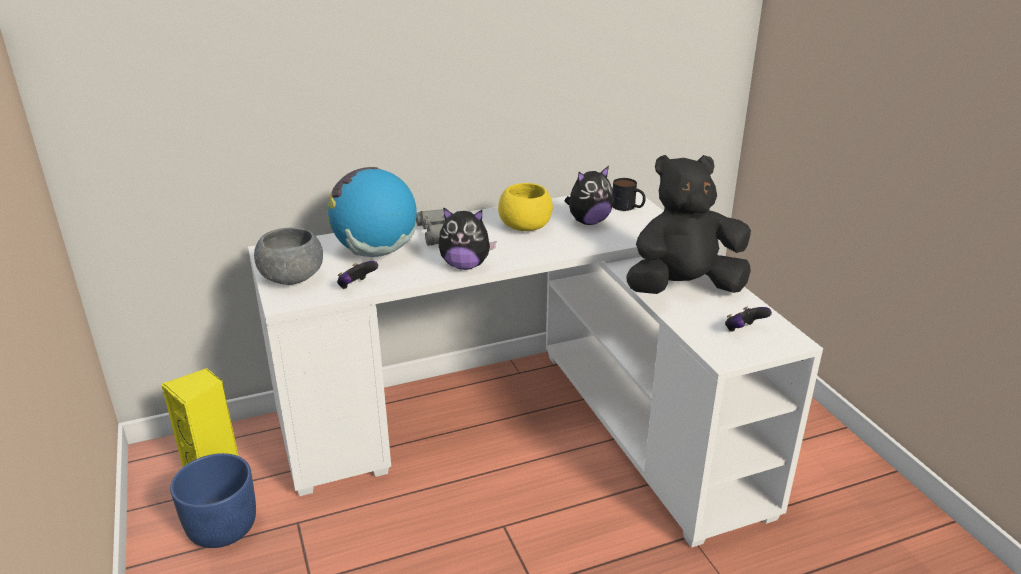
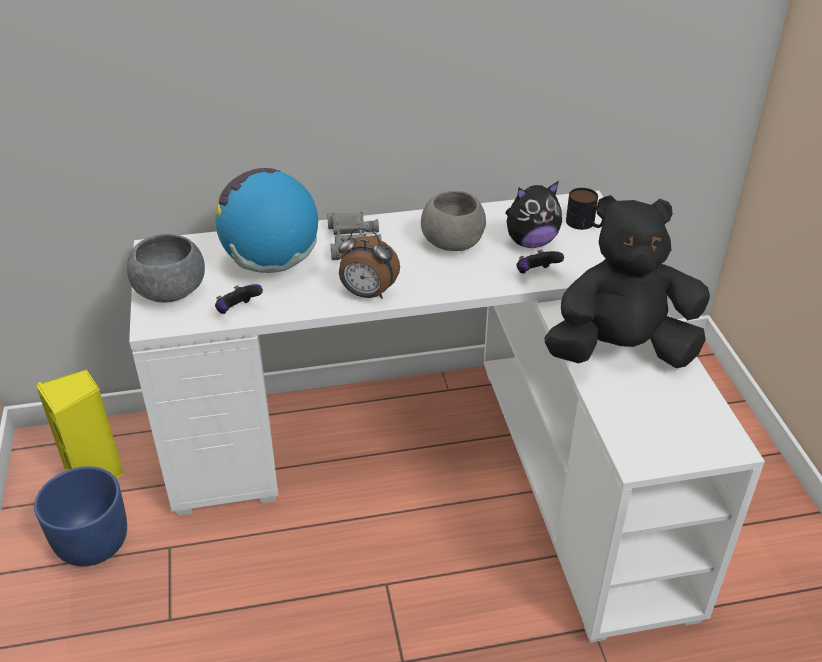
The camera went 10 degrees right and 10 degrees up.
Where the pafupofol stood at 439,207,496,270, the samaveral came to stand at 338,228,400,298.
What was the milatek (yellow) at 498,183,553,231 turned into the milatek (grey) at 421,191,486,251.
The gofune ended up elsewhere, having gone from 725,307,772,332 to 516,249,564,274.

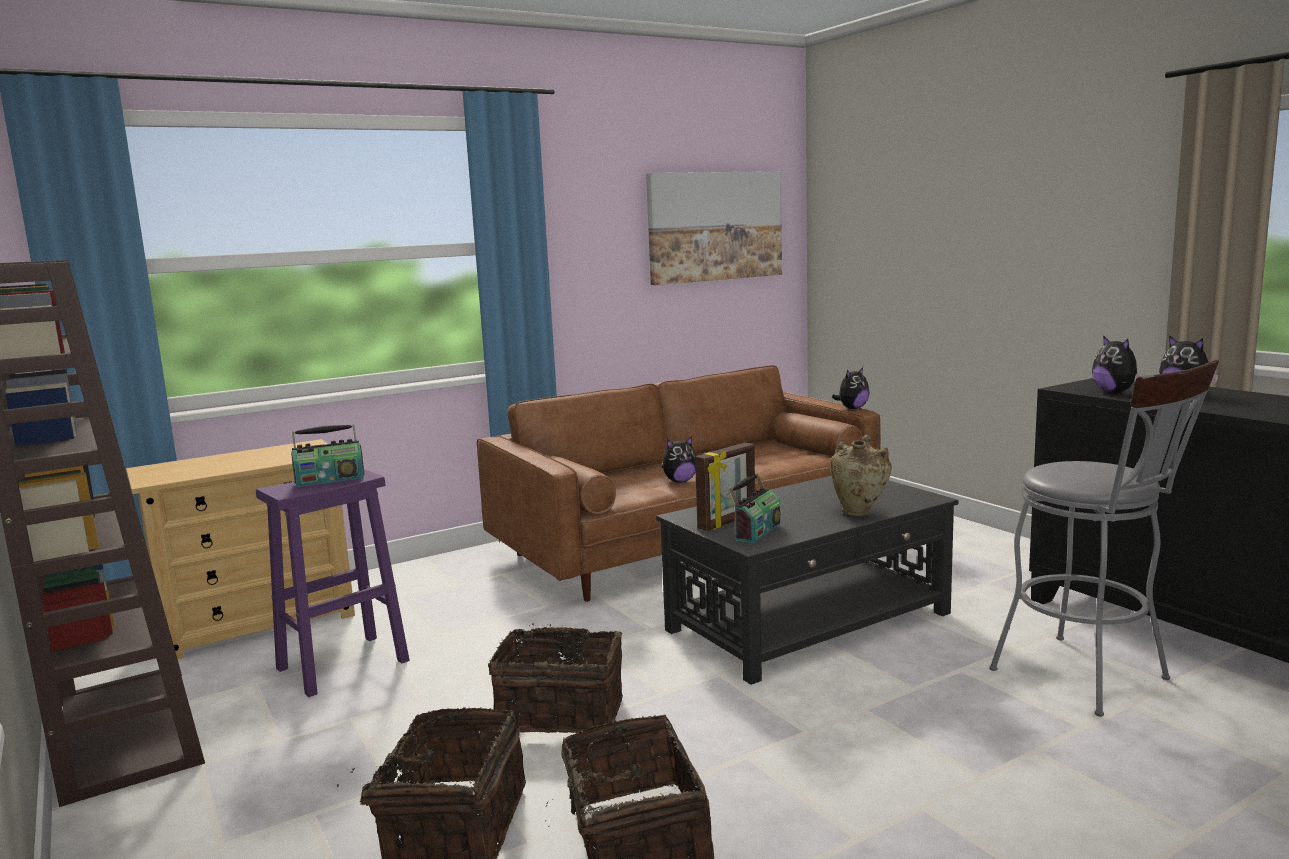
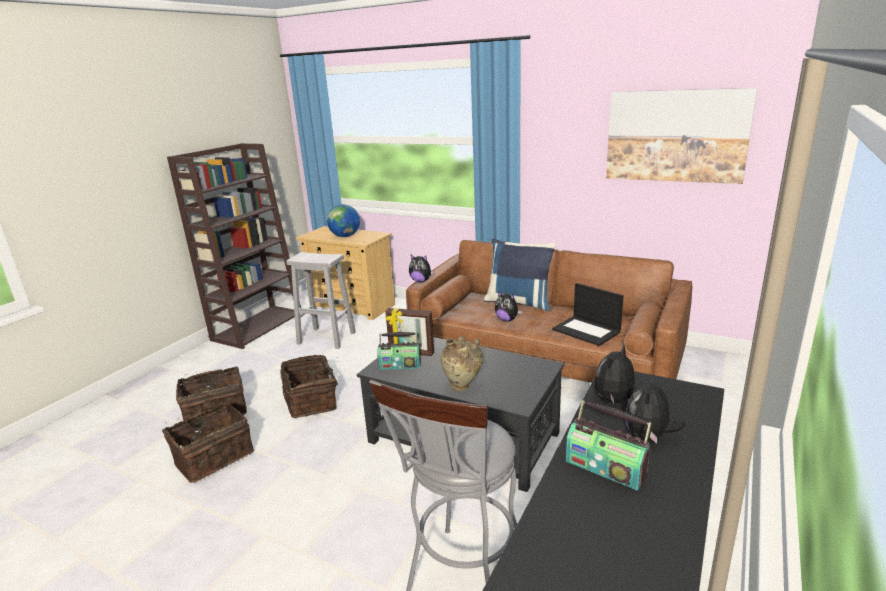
The camera went 60 degrees right and 10 degrees up.
What was the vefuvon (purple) at 256,469,409,697 turned into the vefuvon (white) at 286,252,356,349.
The second view gained the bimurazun at 327,204,360,237.
The pafupofol ended up elsewhere, having gone from 832,367,870,409 to 409,255,435,282.
The second view gained the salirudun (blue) at 483,239,556,311.
The second view gained the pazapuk at 552,283,624,346.
The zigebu ended up elsewhere, having gone from 291,424,364,487 to 566,400,651,491.

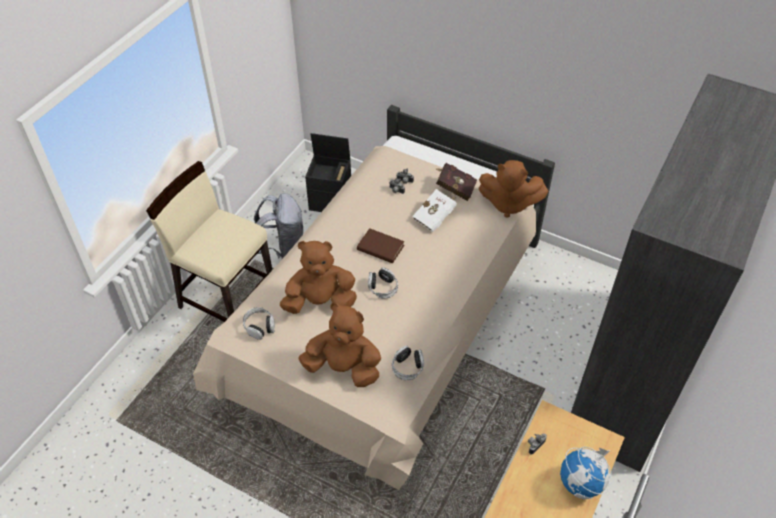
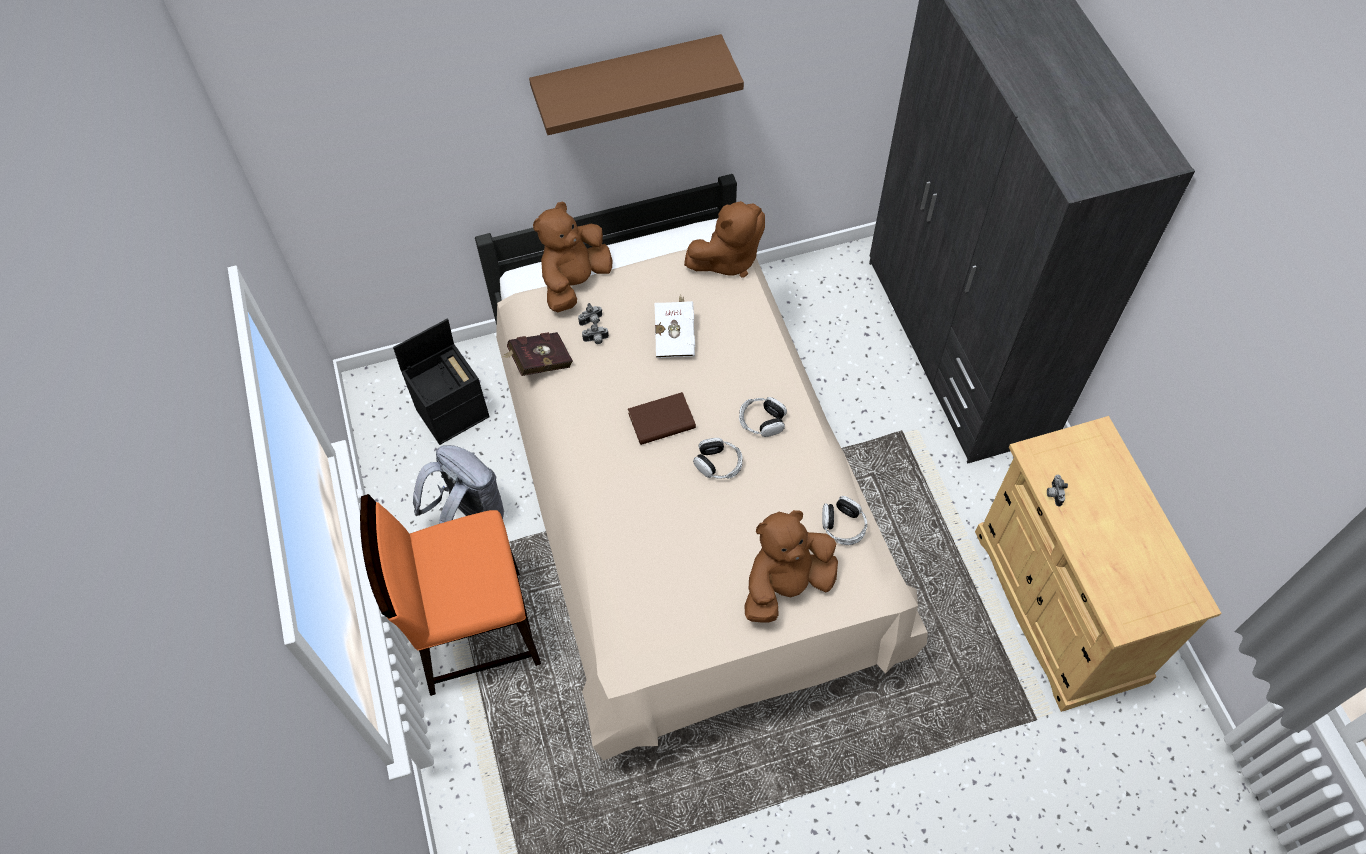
The camera went 45 degrees left and 10 degrees up.
What was the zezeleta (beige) at 146,161,272,322 turned into the zezeleta (orange) at 360,494,541,696.
The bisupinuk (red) ended up elsewhere, having gone from 435,163,477,201 to 502,332,573,376.
The second view gained the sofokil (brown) at 529,34,744,135.
The pafupofol (brown) ended up elsewhere, having gone from 280,241,357,314 to 533,202,613,313.
The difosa ended up elsewhere, having gone from 243,307,275,340 to 739,397,787,437.
The second view lost the bimurazun at 560,447,611,499.

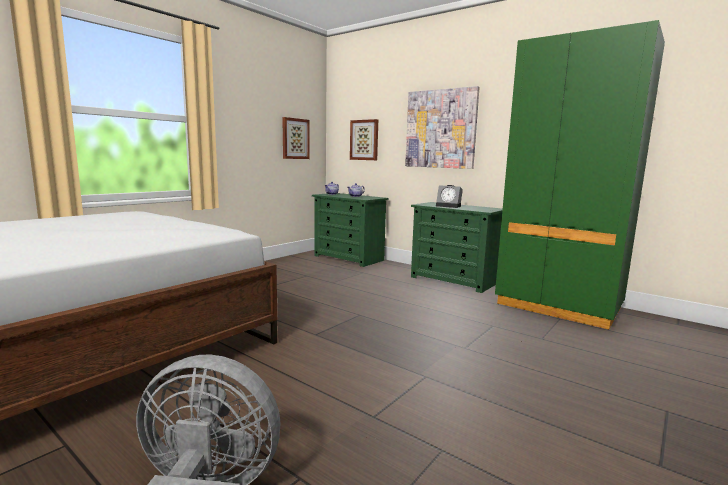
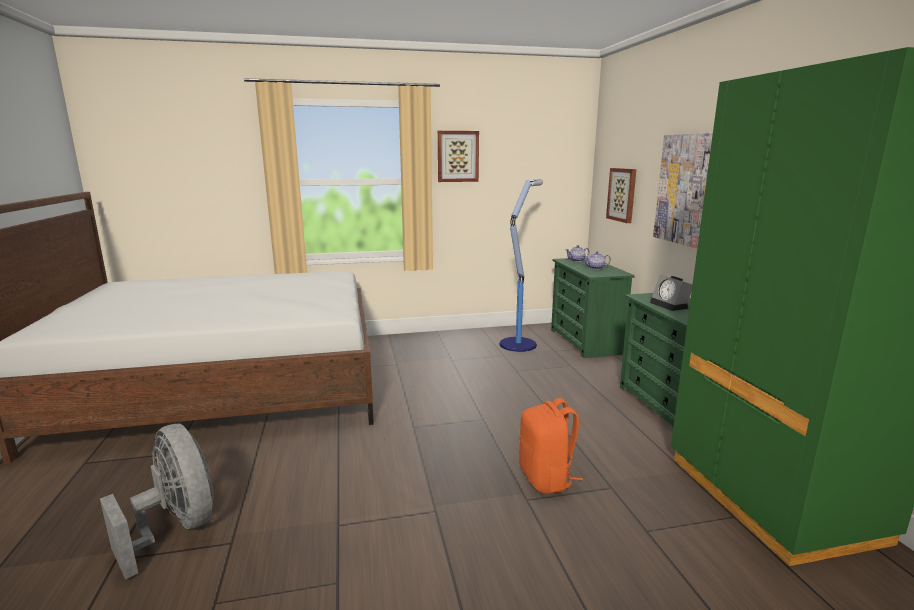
The camera went 40 degrees right and 5 degrees up.
The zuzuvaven ended up elsewhere, having gone from 282,117,309,159 to 438,131,479,182.
The second view gained the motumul at 499,179,543,352.
The second view gained the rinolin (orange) at 519,398,583,494.

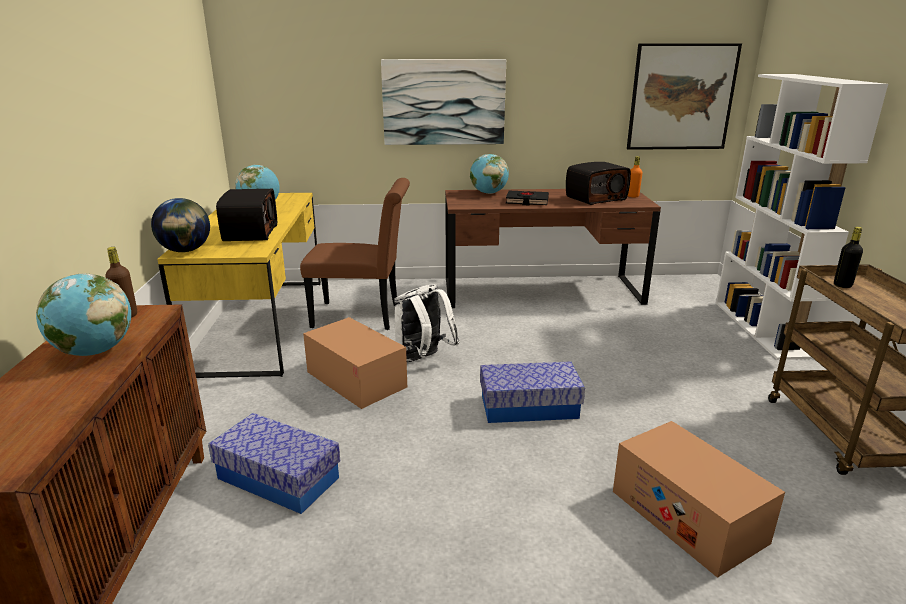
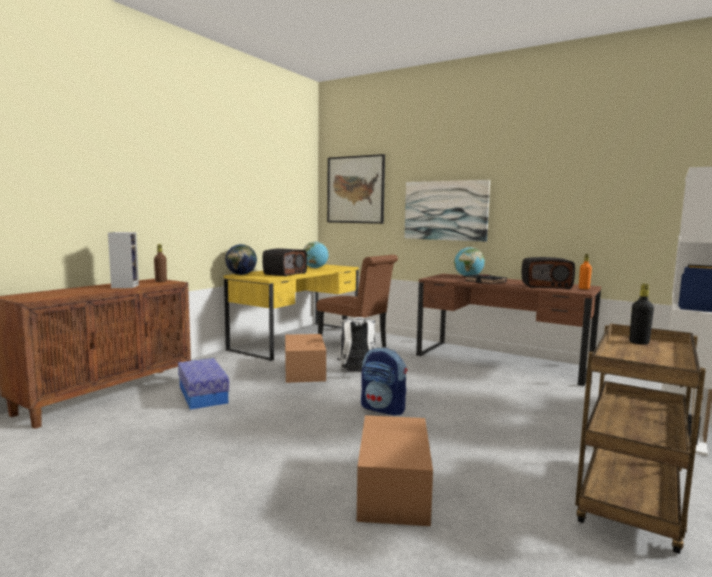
The camera went 35 degrees right and 15 degrees down.
Where the bimurazun stood at 36,274,131,356, the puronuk came to stand at 108,232,139,288.
The zuzuvaven ended up elsewhere, having gone from 627,43,742,150 to 327,154,385,224.
Where the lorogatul stood at 480,362,585,423, the rinolin came to stand at 361,347,407,416.

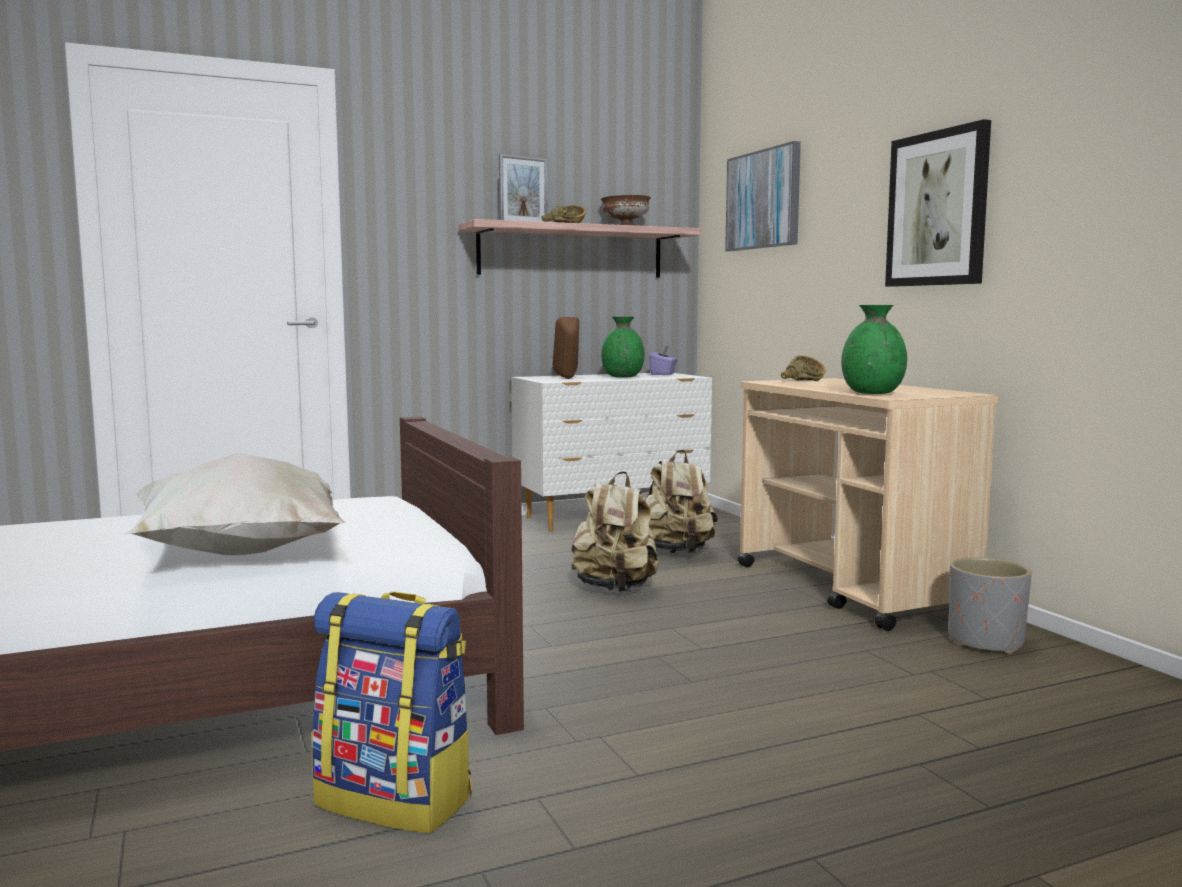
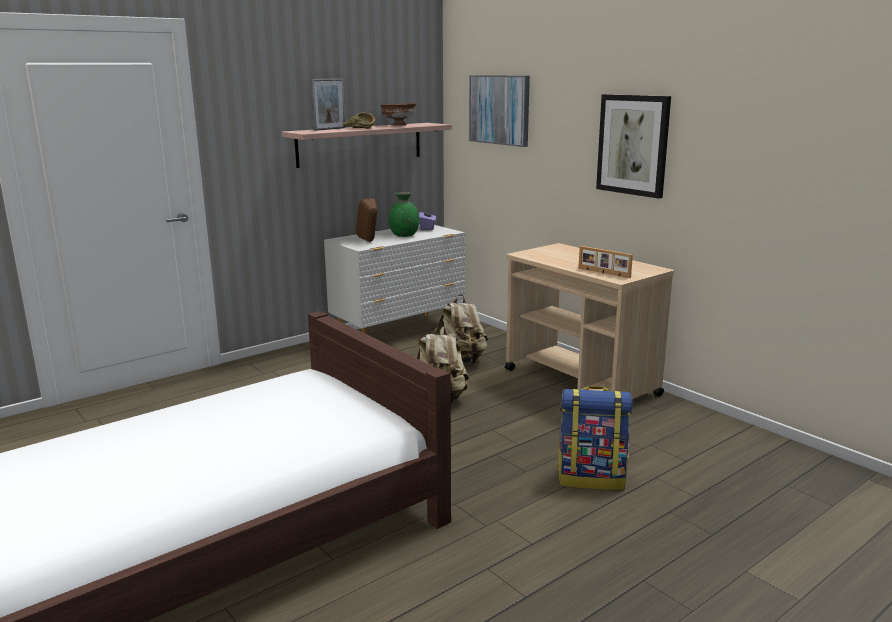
The camera went 15 degrees left and 10 degrees up.
The rinolin ended up elsewhere, having gone from 311,592,472,834 to 558,386,633,490.
Where the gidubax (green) stood at 841,305,907,394, the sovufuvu came to stand at 579,246,633,278.
The second view lost the salirudun (white) at 123,453,346,555.
The second view lost the milatek (brown) at 781,355,826,381.
The second view lost the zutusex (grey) at 949,557,1032,654.

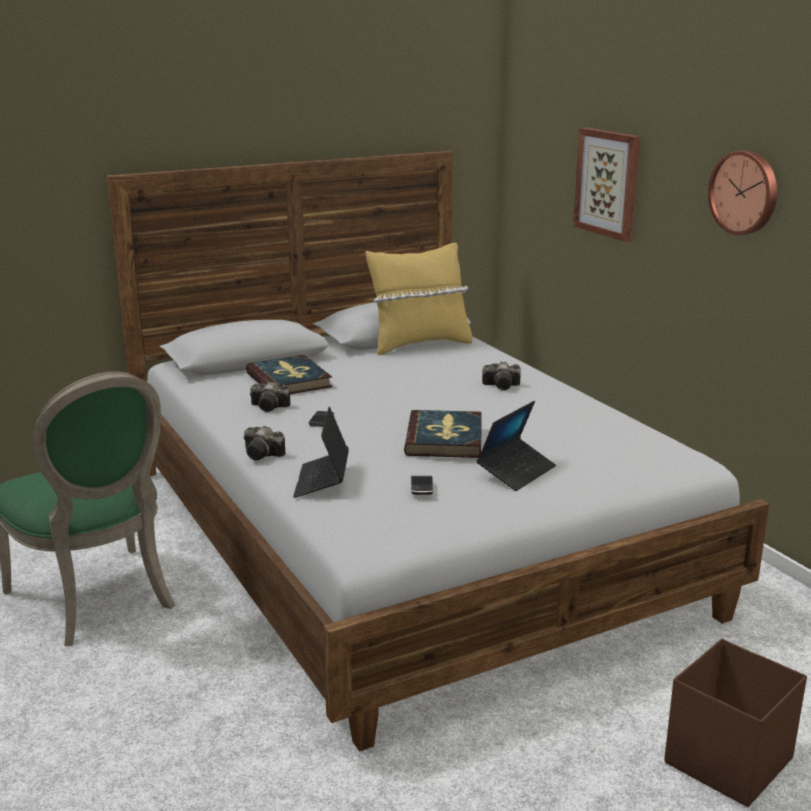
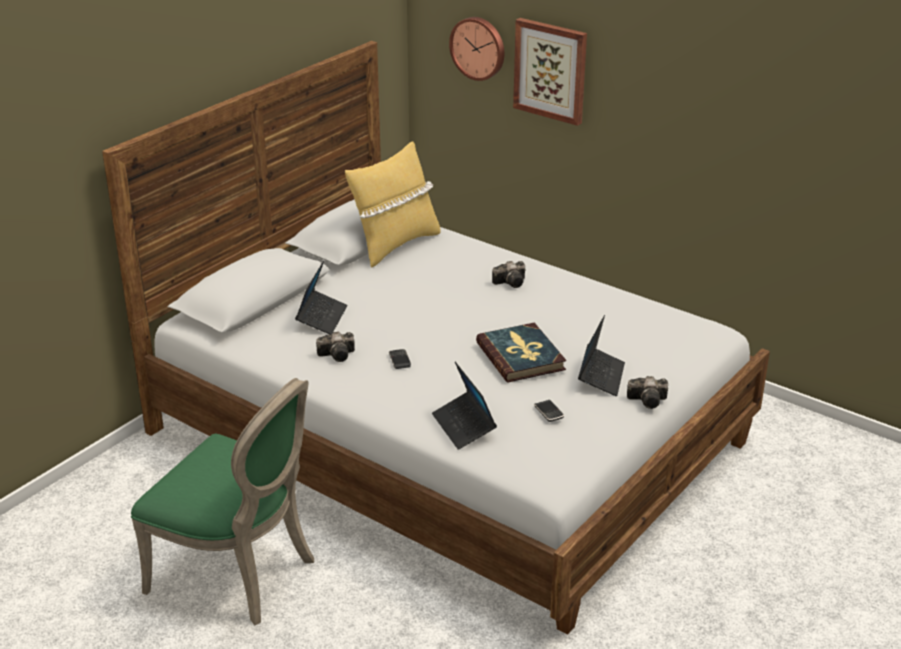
The camera went 25 degrees left and 10 degrees up.
Where the bisupinuk stood at 246,355,332,394, the pazapuk came to stand at 295,261,347,335.
The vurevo ended up elsewhere, having gone from 708,150,777,235 to 449,17,504,81.
The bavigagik ended up elsewhere, having gone from 244,426,286,460 to 627,376,668,409.
The second view lost the lorogatul (brown) at 664,639,807,807.

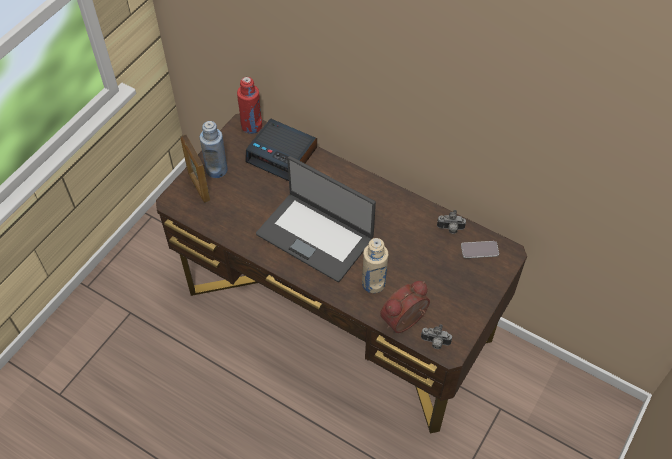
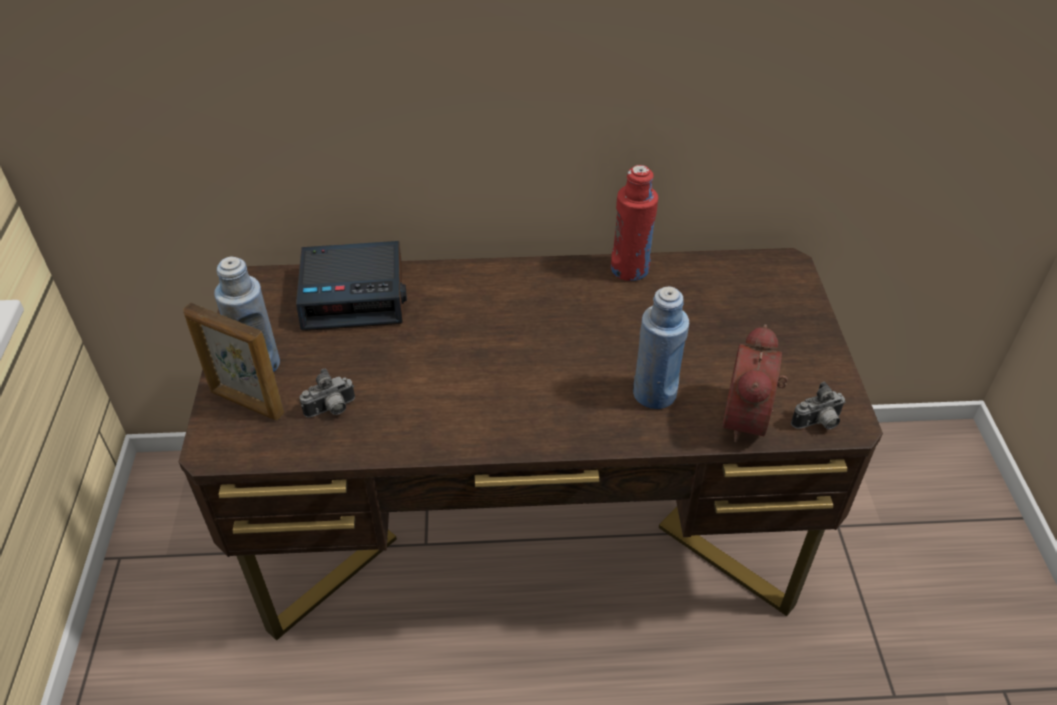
The camera went 35 degrees left and 10 degrees down.
The bavigagik ended up elsewhere, having gone from 437,210,466,234 to 299,368,355,418.
The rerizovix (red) ended up elsewhere, having gone from 237,77,262,134 to 611,165,658,281.
What was the rerizovix (beige) at 362,238,388,293 turned into the rerizovix (blue) at 633,286,689,409.
The second view lost the pazapuk at 256,156,376,282.
The second view lost the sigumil at 461,241,499,258.

